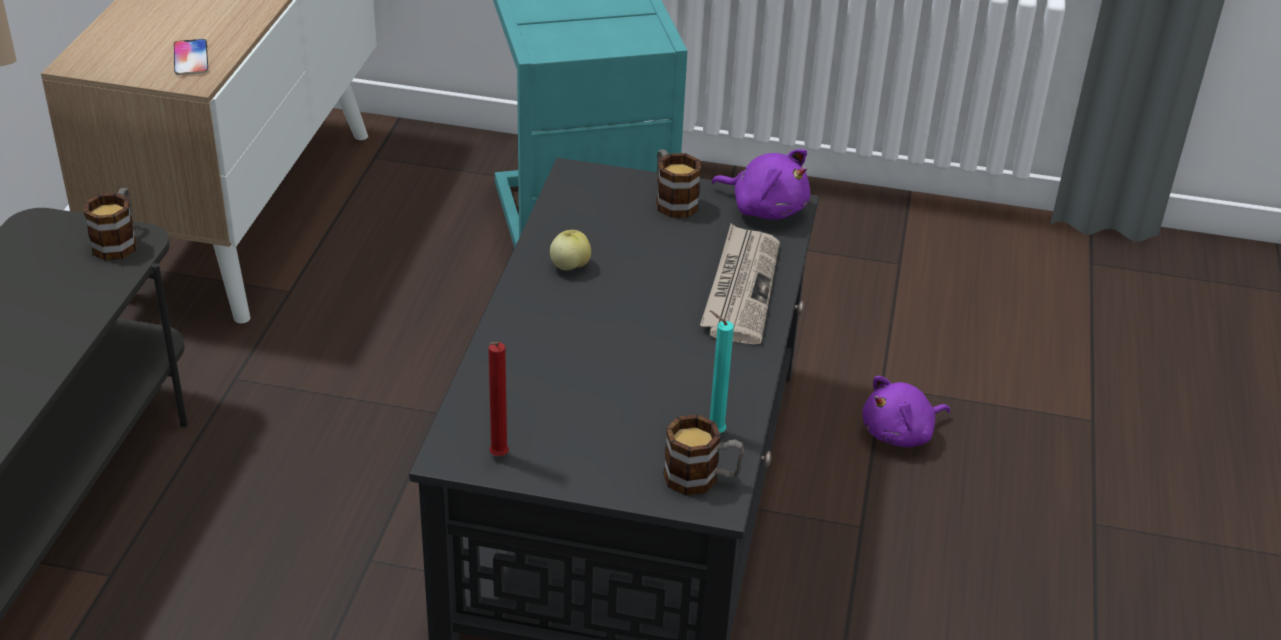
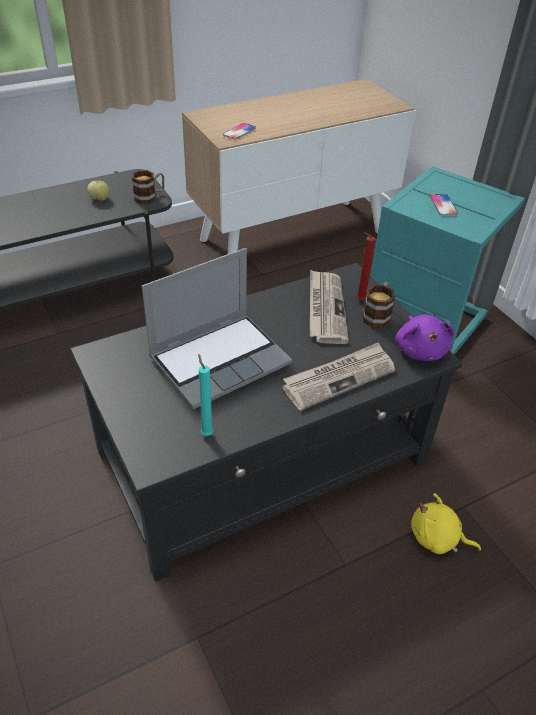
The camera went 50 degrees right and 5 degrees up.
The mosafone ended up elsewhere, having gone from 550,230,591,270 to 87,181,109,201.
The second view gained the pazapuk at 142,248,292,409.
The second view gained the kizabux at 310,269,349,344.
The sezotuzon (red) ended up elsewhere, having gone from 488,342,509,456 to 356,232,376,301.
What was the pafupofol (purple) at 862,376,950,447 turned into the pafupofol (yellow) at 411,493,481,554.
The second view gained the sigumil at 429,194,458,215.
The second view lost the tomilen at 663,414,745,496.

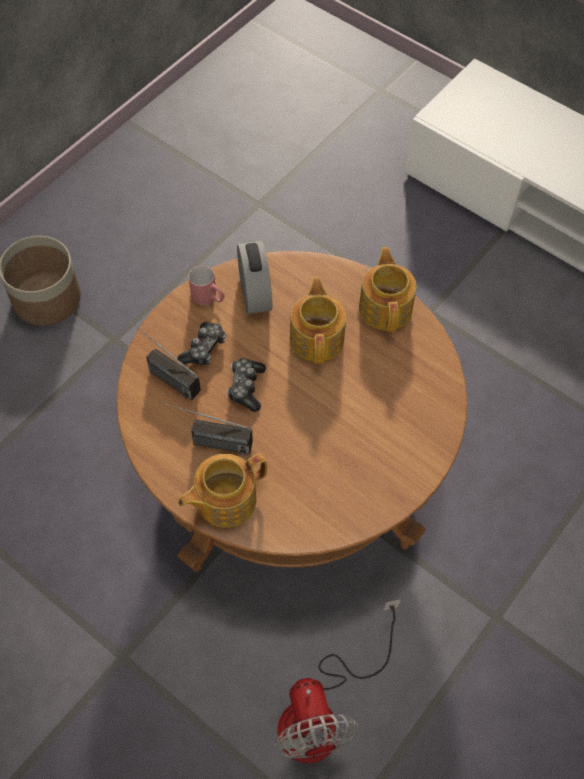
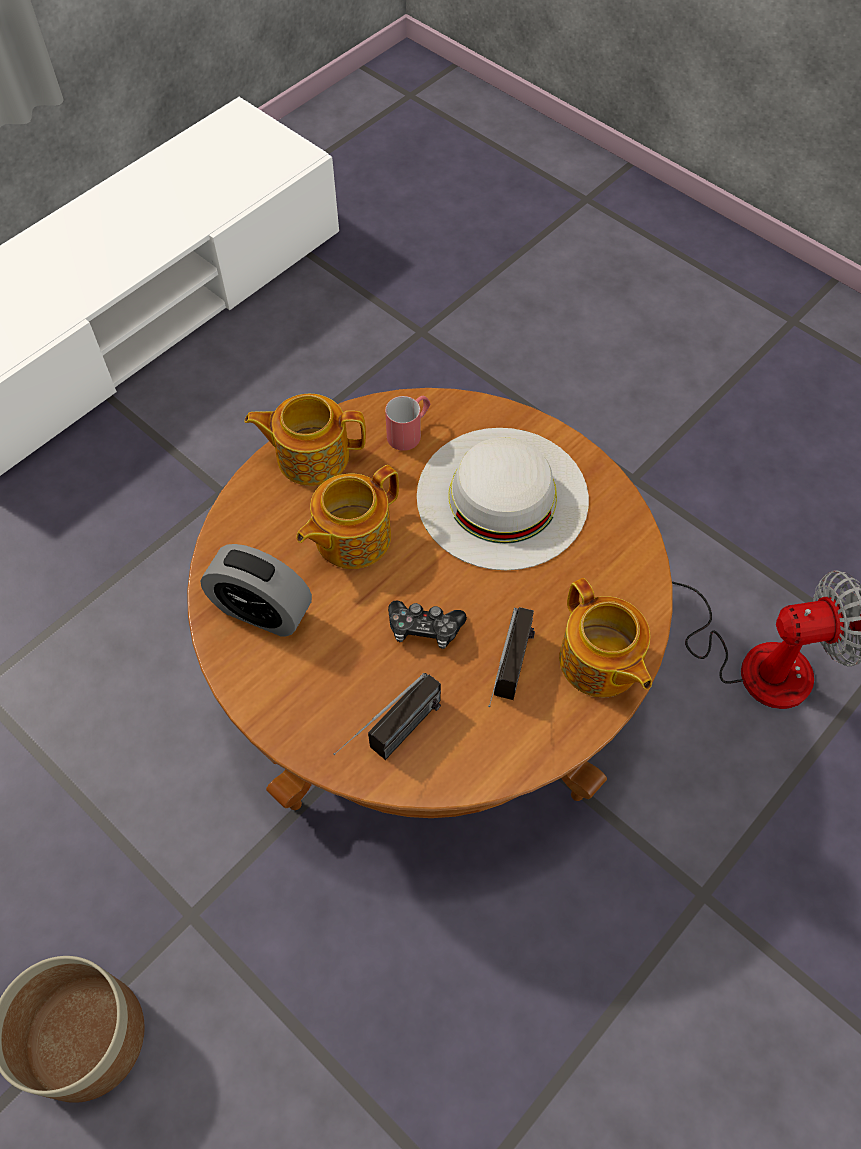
The camera went 85 degrees left and 0 degrees up.
The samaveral at 237,241,272,314 ended up facing another way, 150 degrees counterclockwise from before.
The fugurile at 290,277,346,364 ended up facing another way, 45 degrees counterclockwise from before.
The tomilen (red) ended up elsewhere, having gone from 188,266,225,305 to 385,396,430,451.
The second view gained the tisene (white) at 417,428,589,570.
The second view lost the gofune at 177,322,226,365.

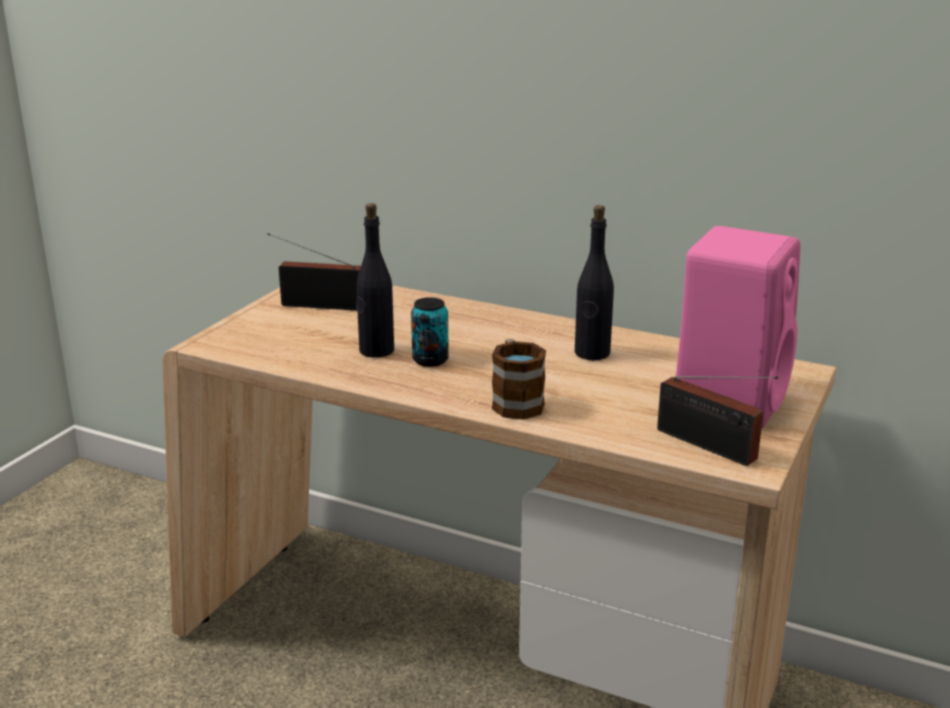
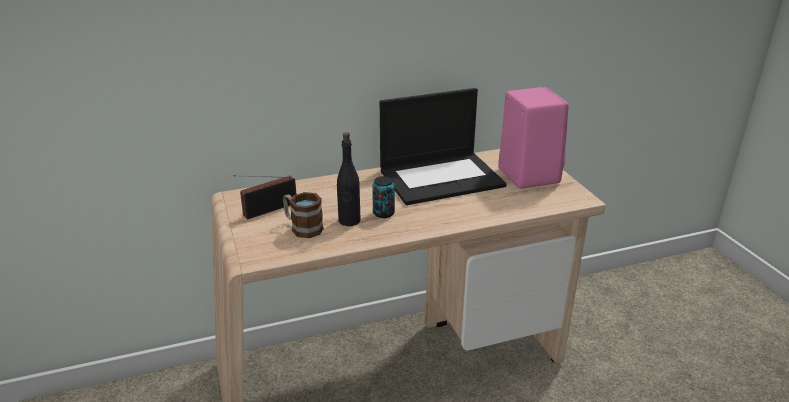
The camera went 45 degrees left and 5 degrees up.
The tomilen ended up elsewhere, having gone from 492,339,546,420 to 283,192,324,238.
Where the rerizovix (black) stood at 575,205,614,360, the pazapuk came to stand at 380,88,507,205.
The second view lost the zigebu at 657,376,778,466.

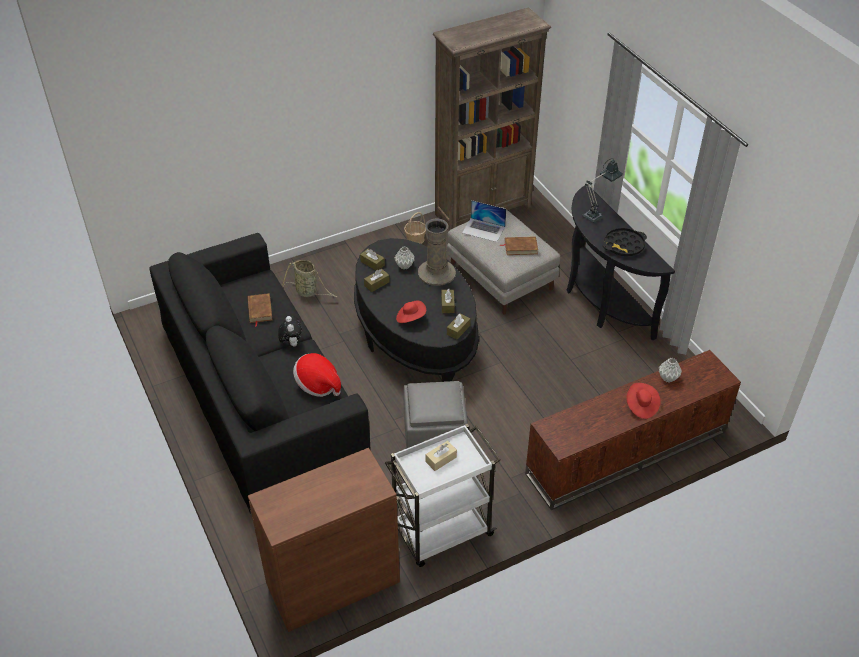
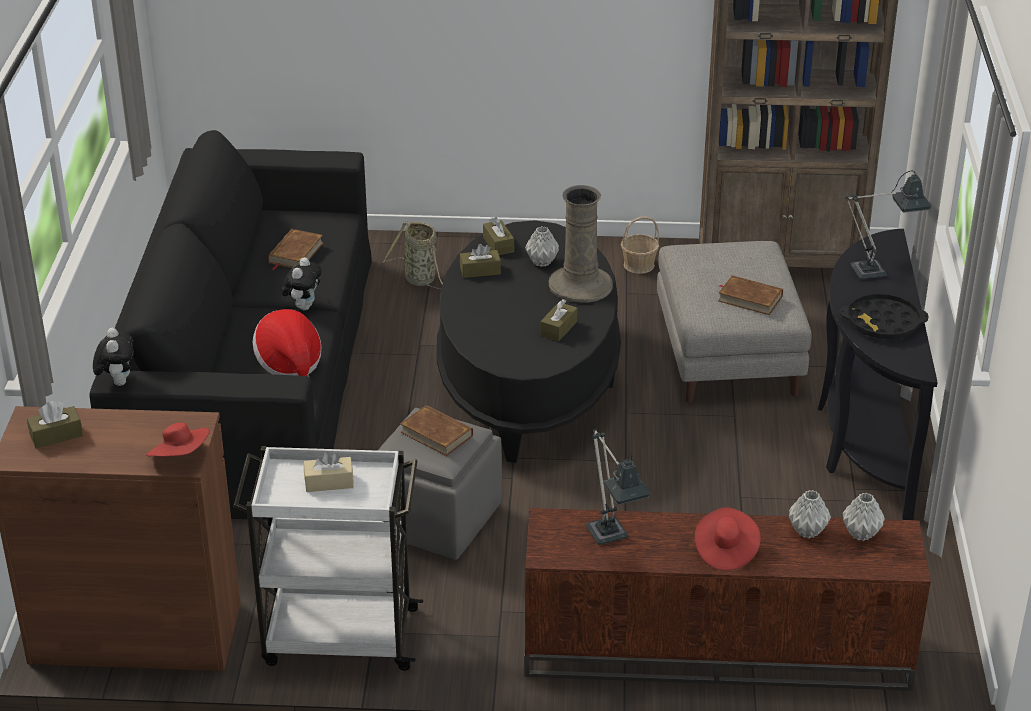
The camera went 30 degrees right and 10 degrees down.
The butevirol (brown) ended up elsewhere, having gone from 447,314,471,339 to 27,401,83,448.
The second view gained the pafupofol at 93,328,134,386.
The tisene (red) ended up elsewhere, having gone from 396,300,426,323 to 146,423,210,457.
The second view gained the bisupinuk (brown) at 400,405,473,456.
The second view gained the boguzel at 586,429,650,545.
The second view gained the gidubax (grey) at 842,493,885,541.
The second view lost the pazapuk at 462,200,506,242.

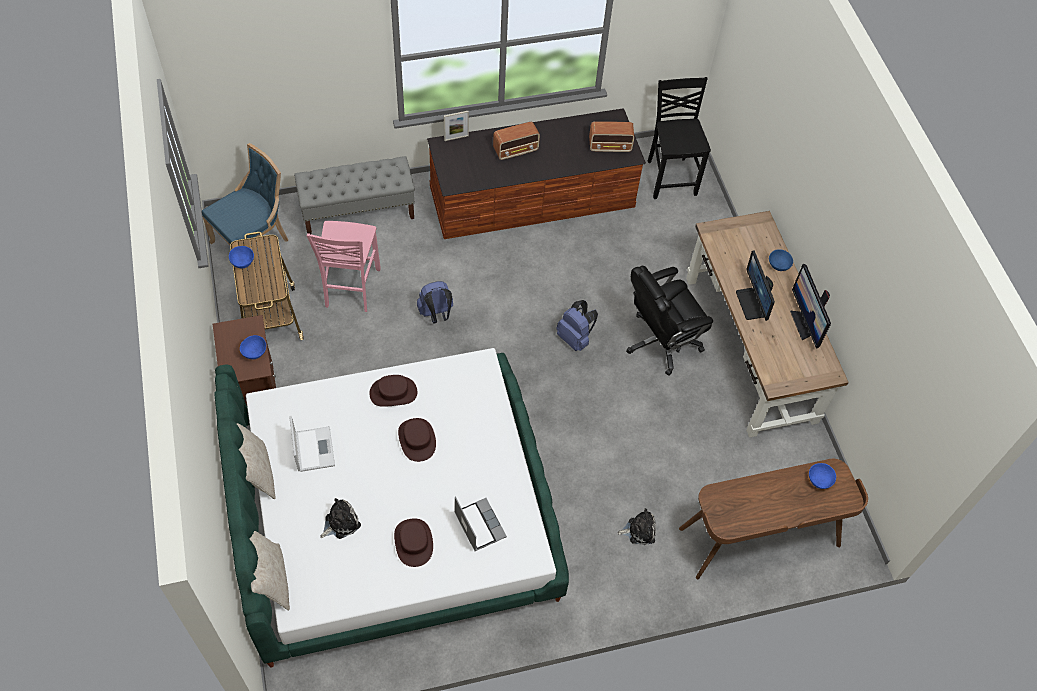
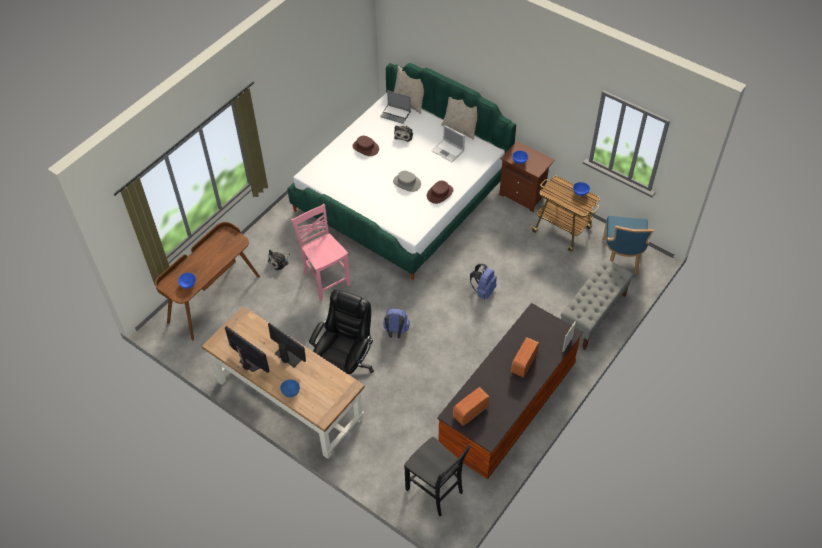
The camera went 145 degrees right and 5 degrees down.
The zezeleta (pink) ended up elsewhere, having gone from 307,221,381,312 to 292,204,350,300.
The pazapuk ended up elsewhere, having gone from 455,496,507,551 to 380,90,411,124.
What was the tisene (brown) at 398,418,436,462 turned into the tisene (grey) at 393,171,421,192.

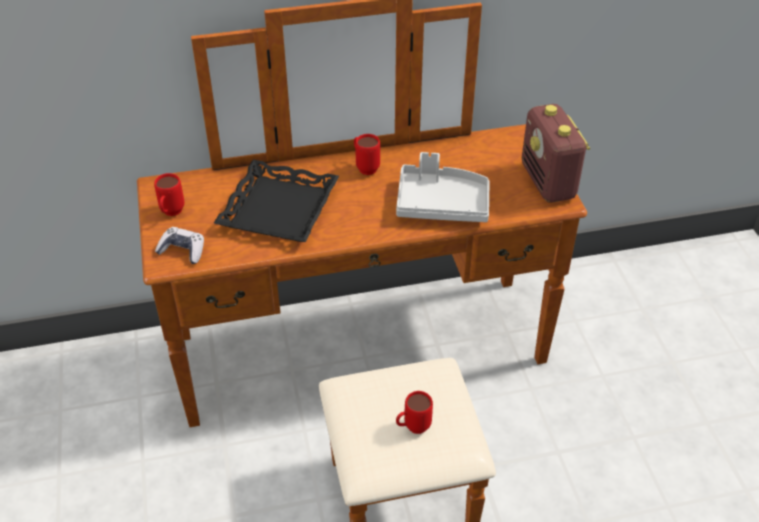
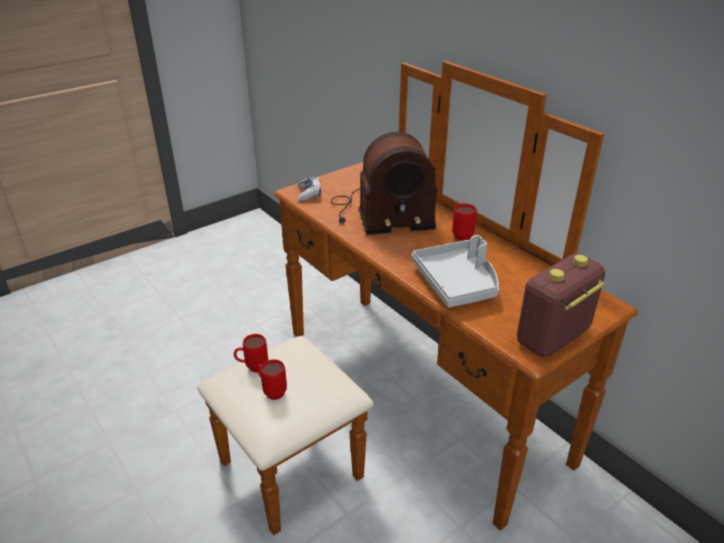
The camera went 65 degrees right and 10 degrees down.
The tomilen (red) ended up elsewhere, having gone from 154,173,185,216 to 234,334,268,372.
Where the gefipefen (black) stood at 214,160,339,242, the zigebu came to stand at 331,132,438,235.

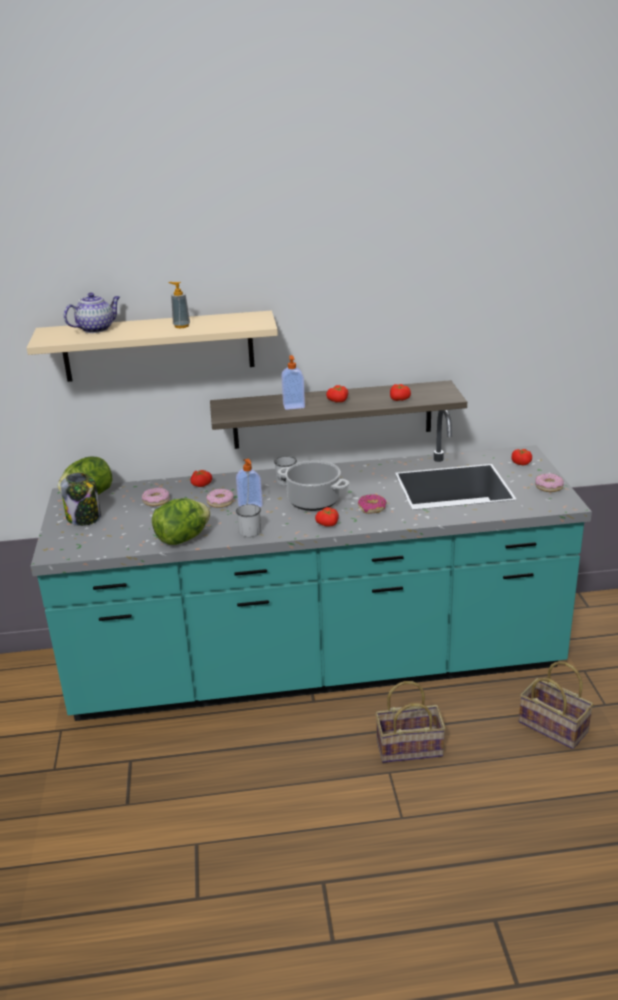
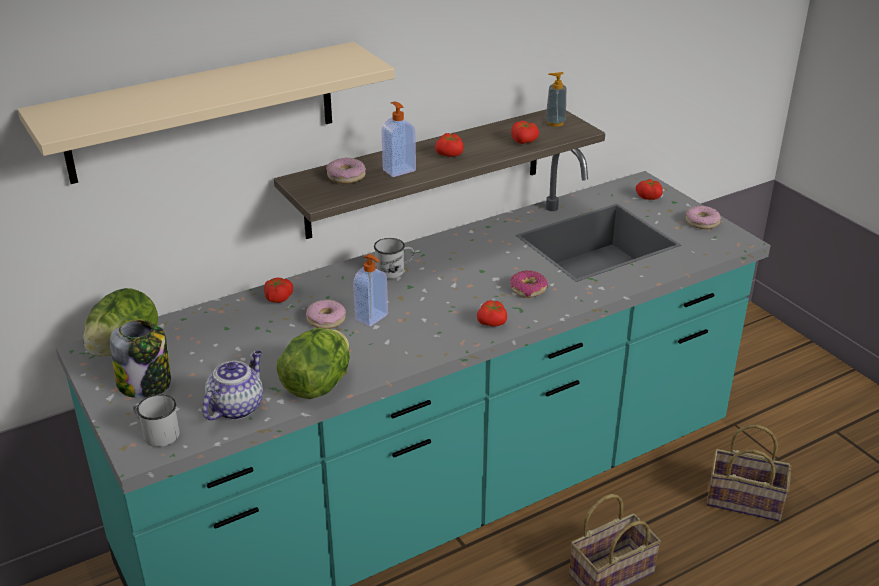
The camera went 25 degrees left and 5 degrees up.
The tomilen (white) ended up elsewhere, having gone from 236,504,261,537 to 133,394,180,447.
The fugurile ended up elsewhere, having gone from 64,293,120,333 to 202,350,263,420.
The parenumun ended up elsewhere, having gone from 142,488,170,506 to 326,157,366,184.
The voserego ended up elsewhere, having gone from 168,282,190,328 to 546,72,566,127.
The second view lost the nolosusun at 277,460,349,511.

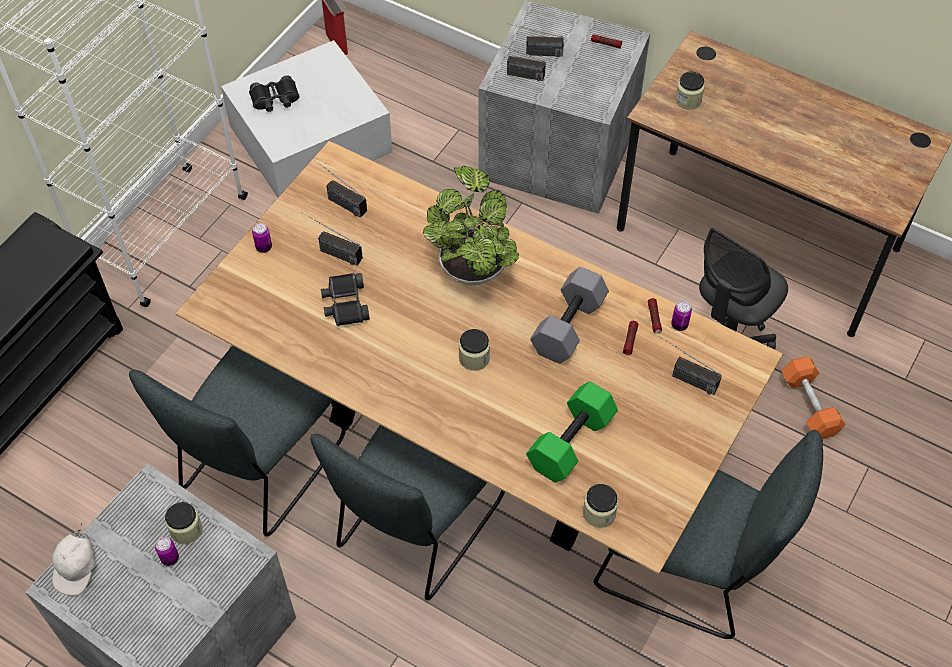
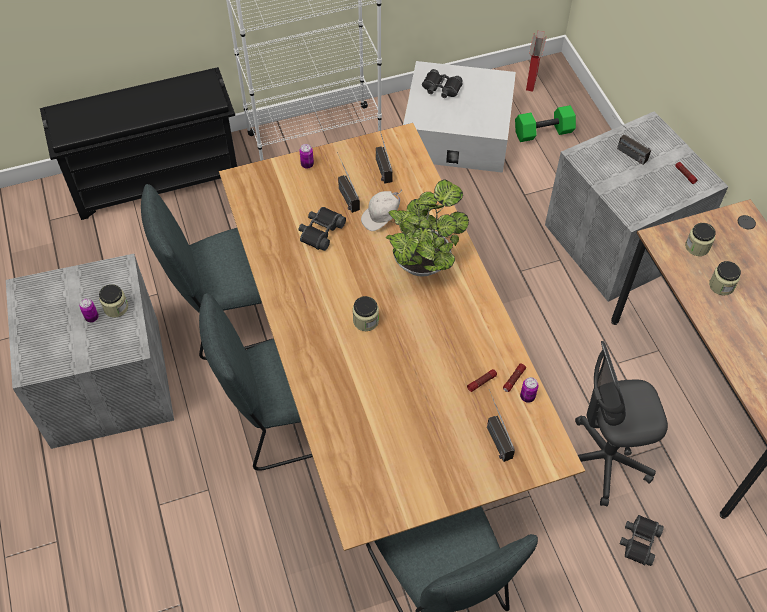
The camera went 40 degrees right and 0 degrees up.
The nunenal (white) ended up elsewhere, having gone from 52,522,95,596 to 361,189,402,231.
The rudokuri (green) ended up elsewhere, having gone from 526,382,618,482 to 515,105,576,142.
Where the rudokuri (orange) stood at 782,357,845,439, the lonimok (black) came to stand at 620,515,664,566.
The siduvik ended up elsewhere, having gone from 583,484,618,528 to 709,261,741,296.
The second view lost the zigebu at 491,41,546,81.
The second view lost the rudokuri (grey) at 530,267,609,364.

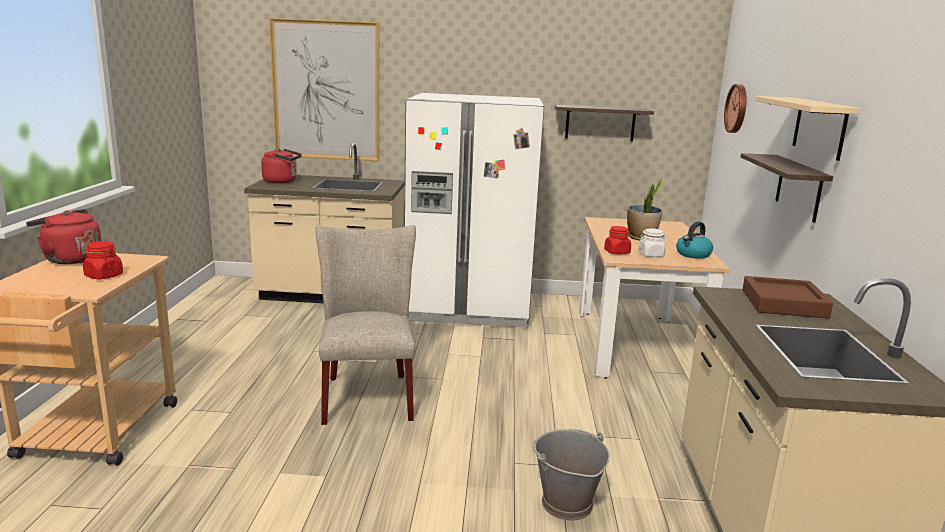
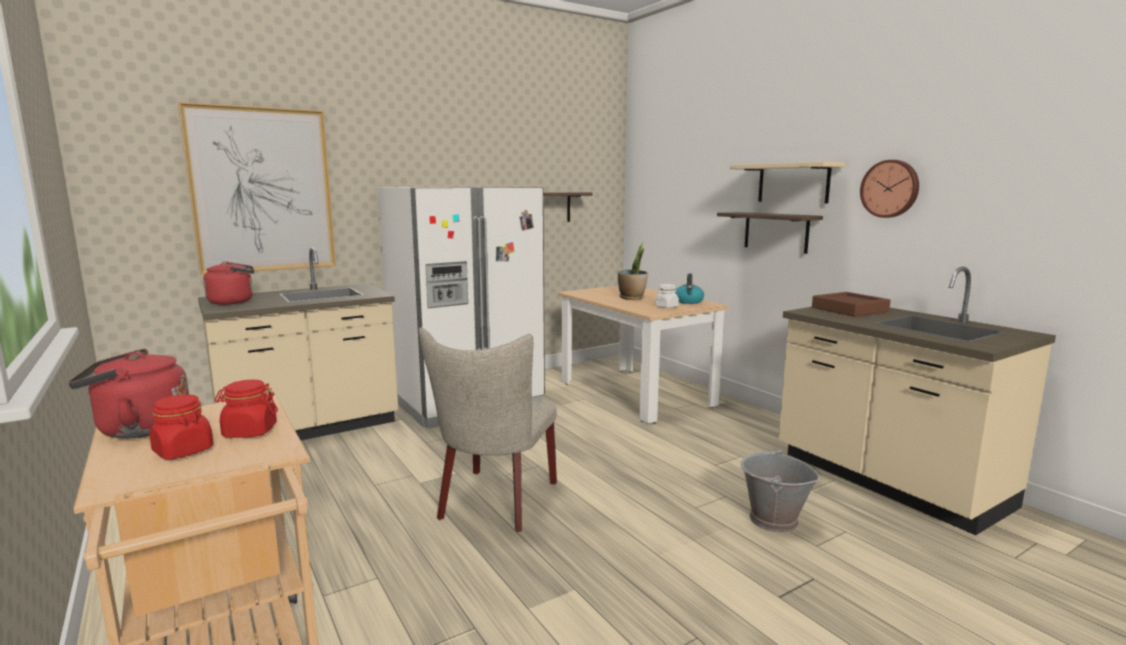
The camera went 35 degrees left and 5 degrees down.
The siduvik (red) ended up elsewhere, having gone from 604,226,631,255 to 149,395,214,460.
The zezeleta (beige) at 315,225,416,425 ended up facing another way, 120 degrees counterclockwise from before.
The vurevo ended up elsewhere, having gone from 724,84,747,133 to 860,160,919,218.

